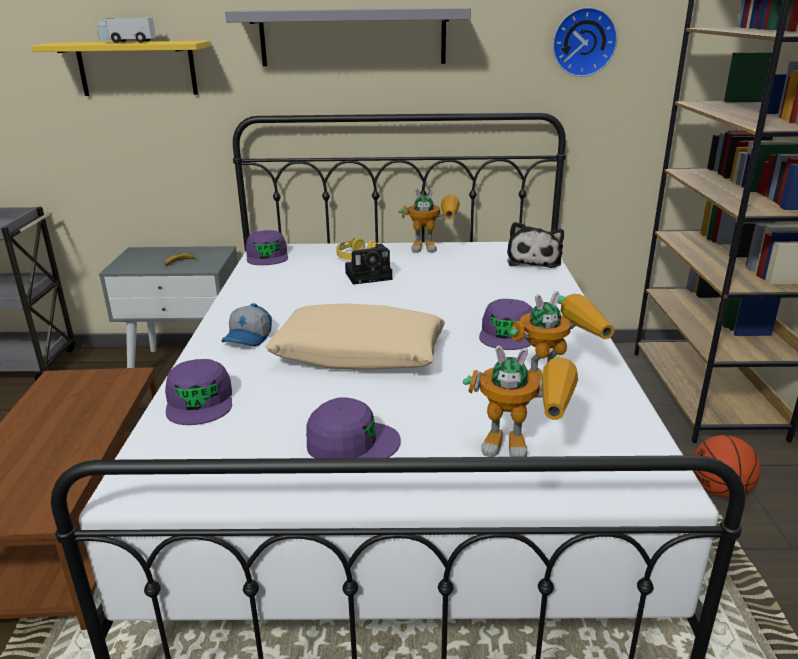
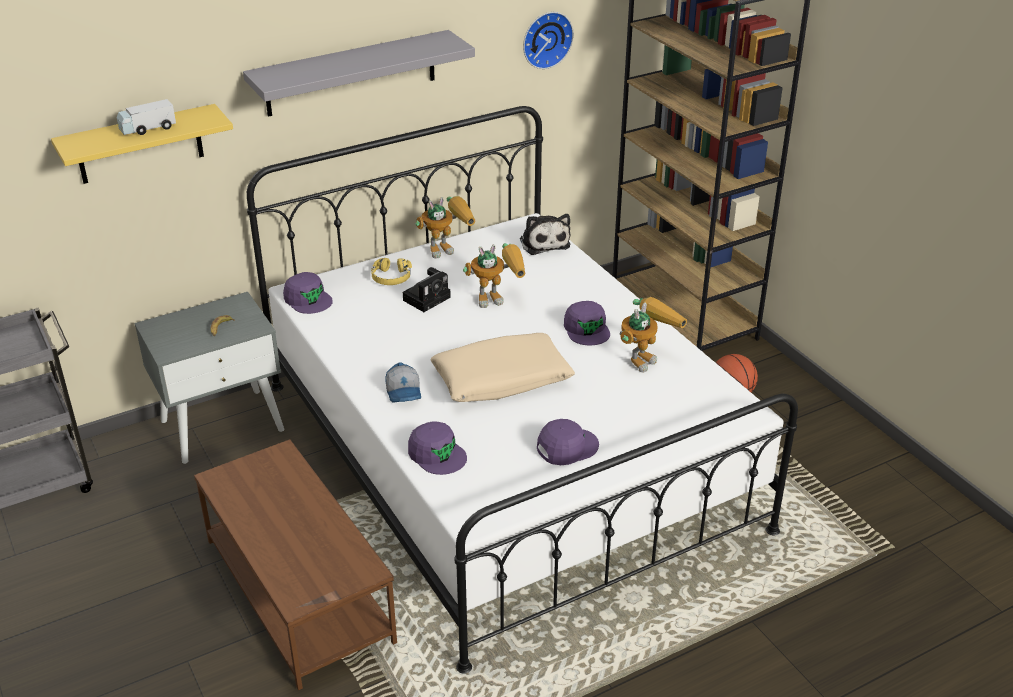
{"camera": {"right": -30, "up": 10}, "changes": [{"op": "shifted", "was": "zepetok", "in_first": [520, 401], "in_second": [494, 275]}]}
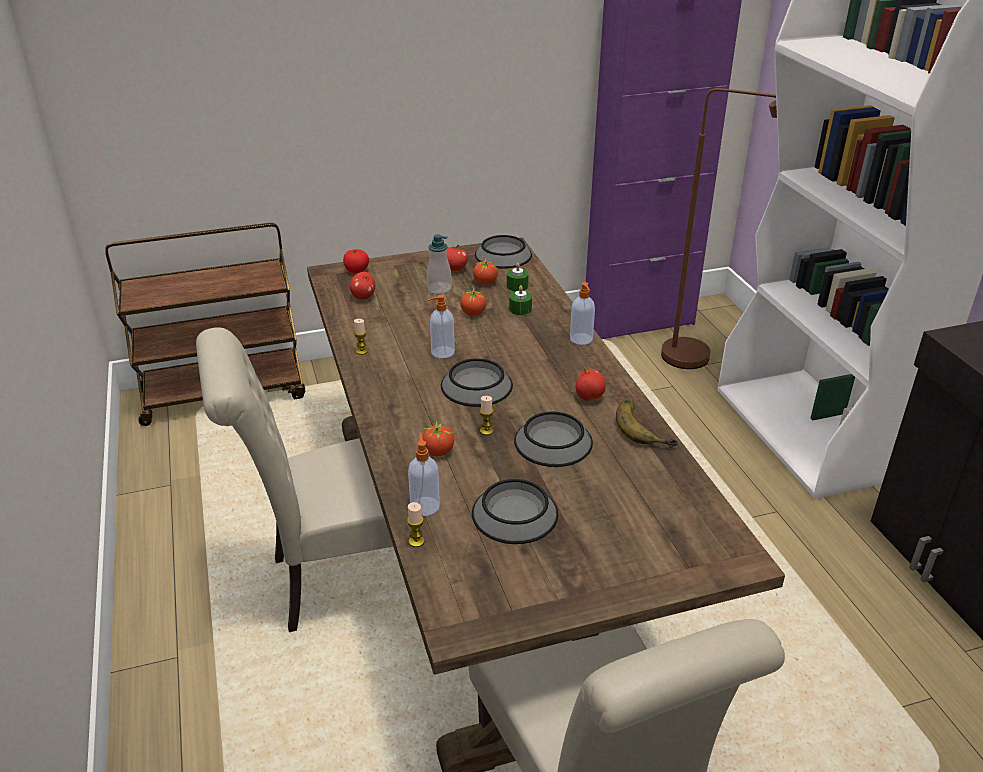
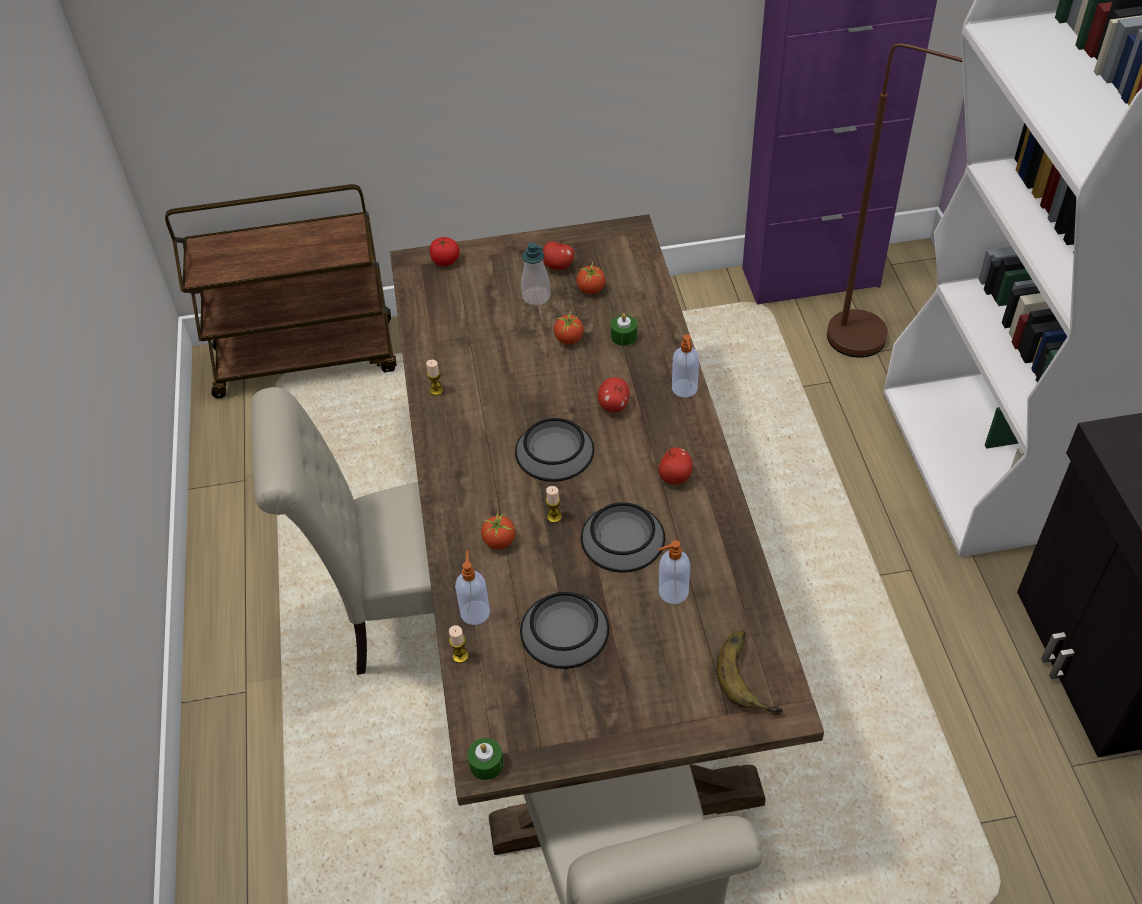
{"camera": {"right": 10, "up": 15}, "changes": [{"op": "gone", "was": "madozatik", "in_first": [503, 251]}, {"op": "shifted", "was": "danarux", "in_first": [362, 286], "in_second": [613, 394]}, {"op": "shifted", "was": "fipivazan", "in_first": [441, 326], "in_second": [674, 572]}, {"op": "shifted", "was": "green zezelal", "in_first": [518, 277], "in_second": [485, 759]}, {"op": "shifted", "was": "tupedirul", "in_first": [647, 423], "in_second": [750, 673]}]}
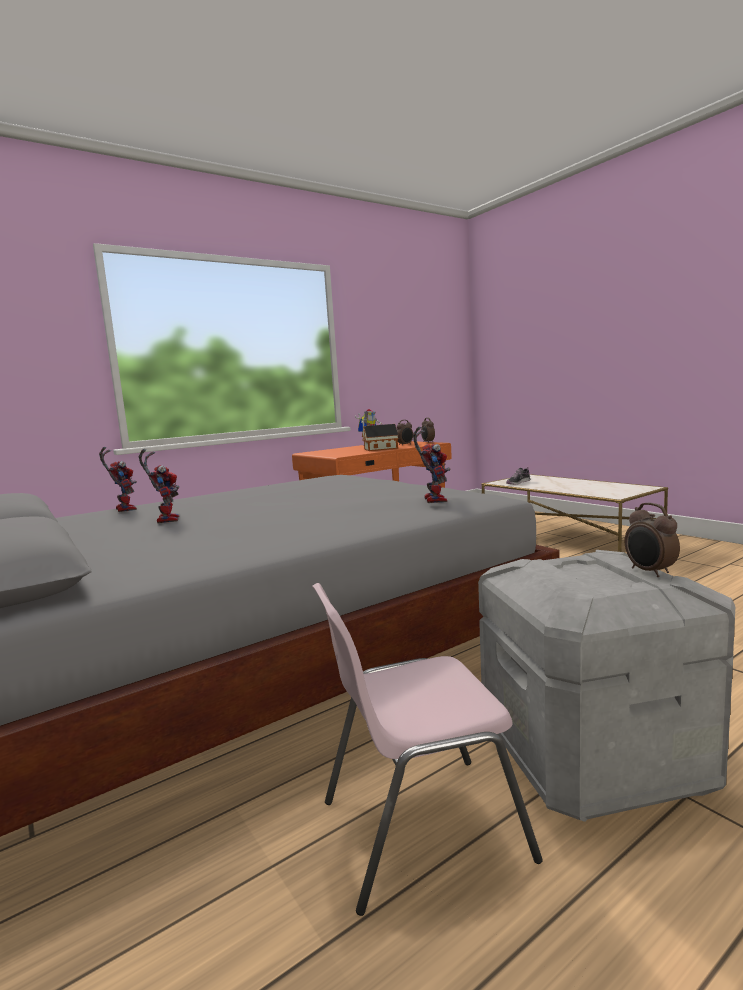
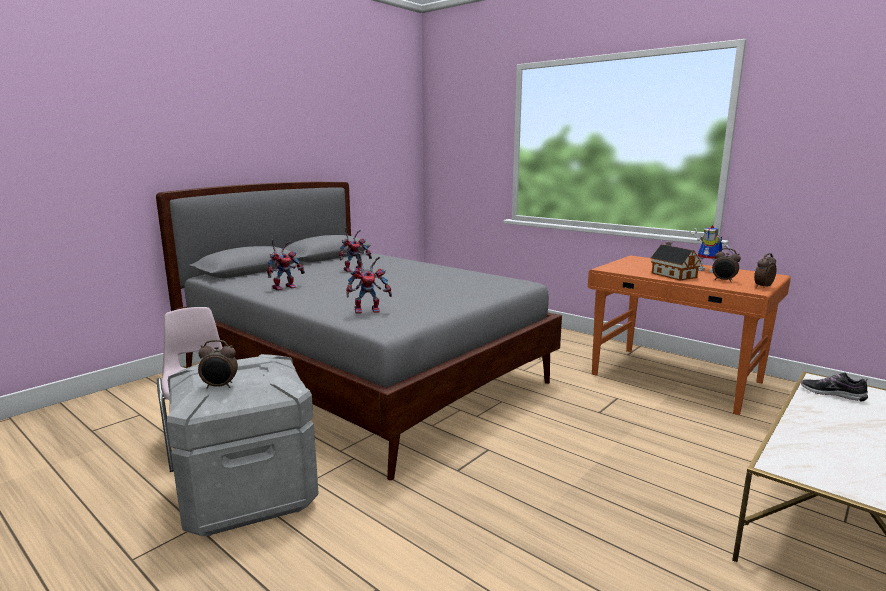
{"camera": {"right": 75, "up": 5}, "changes": [{"op": "shifted", "was": "zepetok", "in_first": [118, 479], "in_second": [286, 265]}, {"op": "rotated", "was": "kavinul", "in_first": [652, 539], "in_second": [218, 364], "clockwise": -150}]}
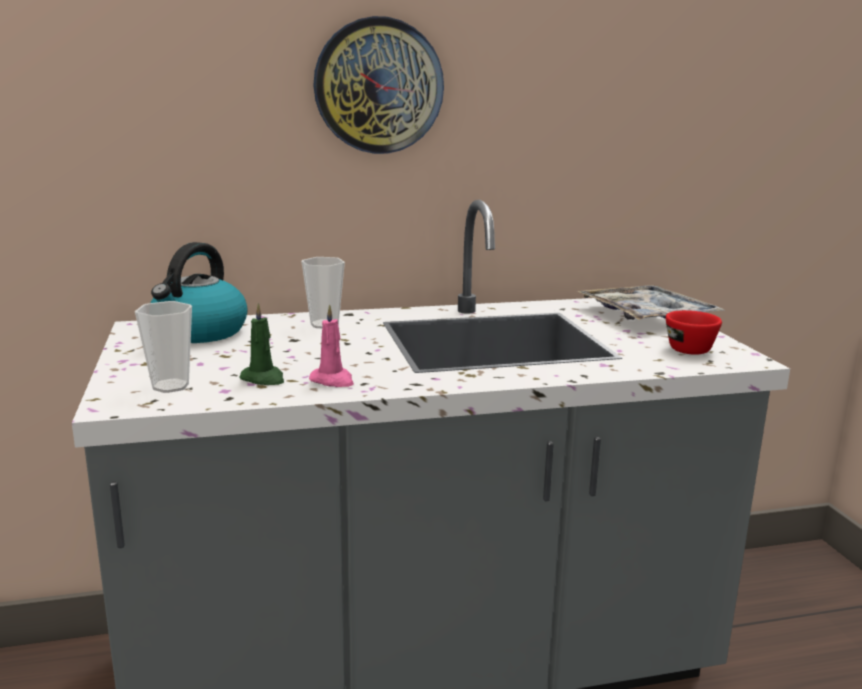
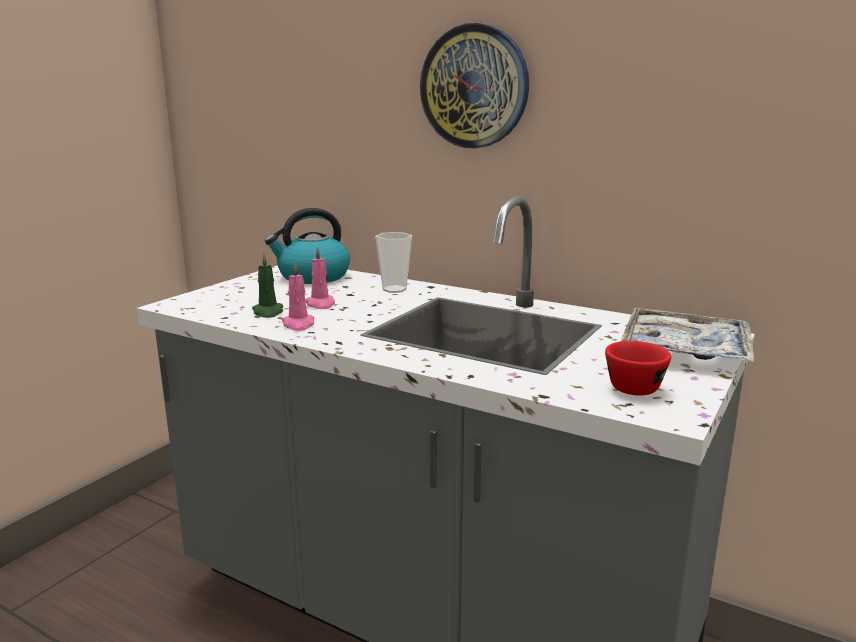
{"camera": {"right": 45, "up": 0}, "changes": [{"op": "gone", "was": "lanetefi", "in_first": [163, 347]}, {"op": "new", "now": "pink zezelal", "in_second": [320, 278]}]}
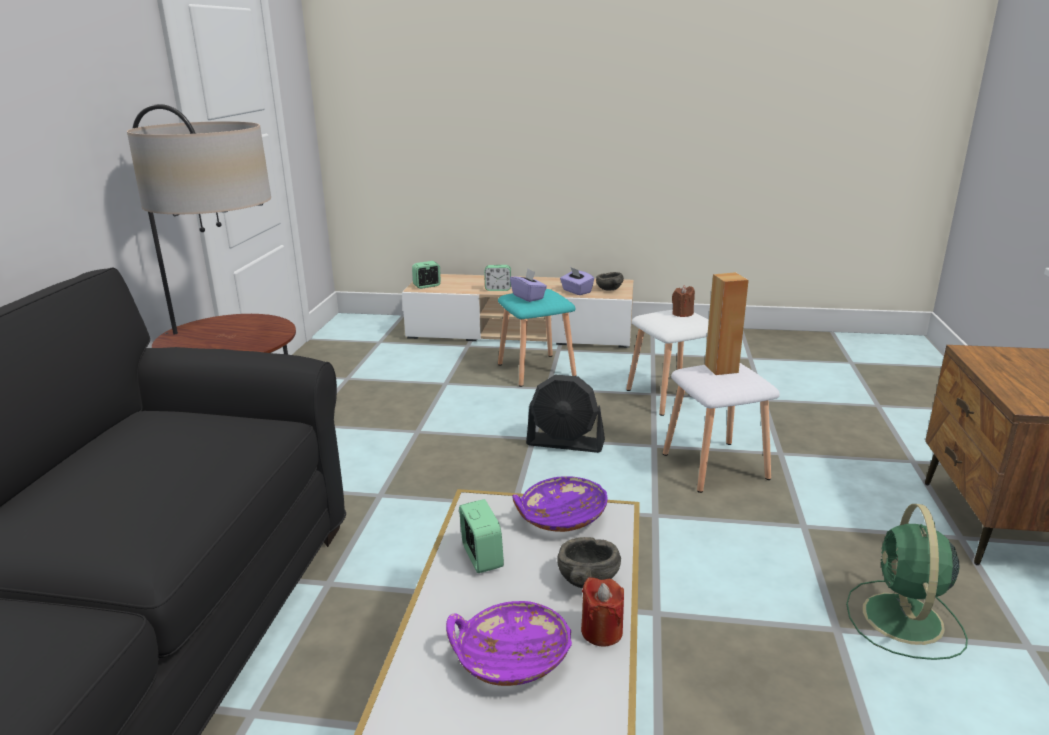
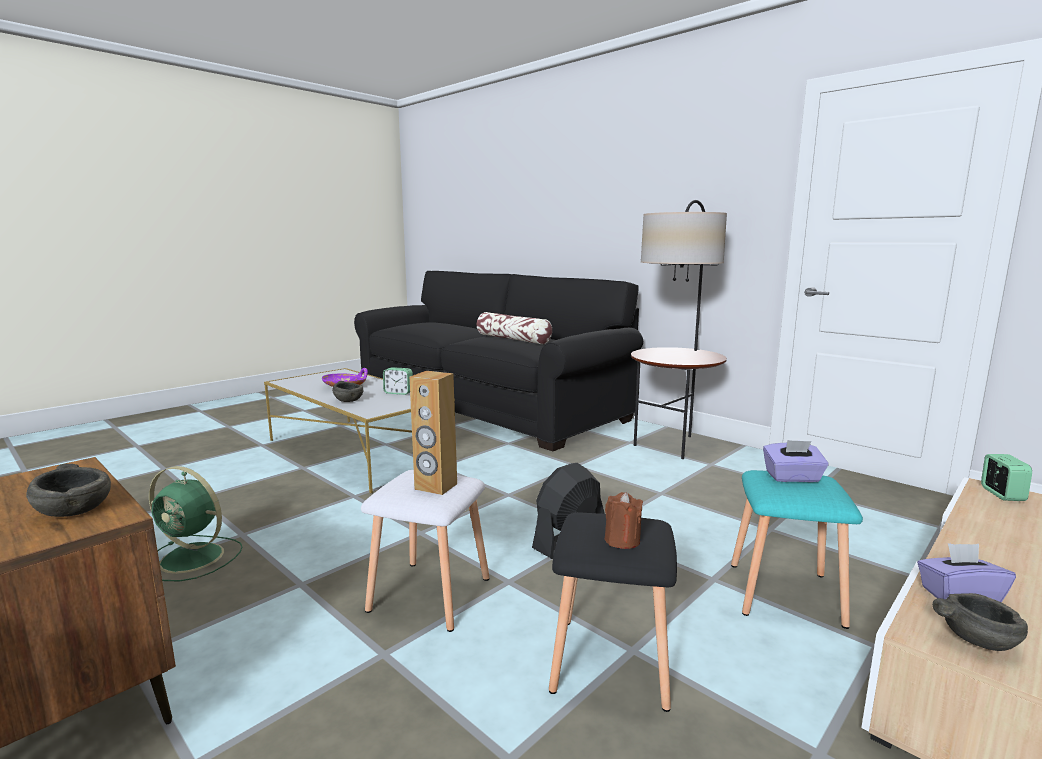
{"camera": {"right": 125, "up": -10}, "changes": [{"op": "gone", "was": "kavinul", "in_first": [497, 278]}, {"op": "gone", "was": "purple madozatik", "in_first": [560, 504]}, {"op": "gone", "was": "red zezelal", "in_first": [602, 612]}, {"op": "new", "now": "grey madozatik", "in_second": [68, 490]}, {"op": "new", "now": "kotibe", "in_second": [514, 328]}, {"op": "repainted", "was": "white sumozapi", "now": "black sumozapi", "in_first": [667, 363], "in_second": [613, 612]}, {"op": "rotated", "was": "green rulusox", "in_first": [907, 582], "in_second": [195, 523], "clockwise": 150}]}
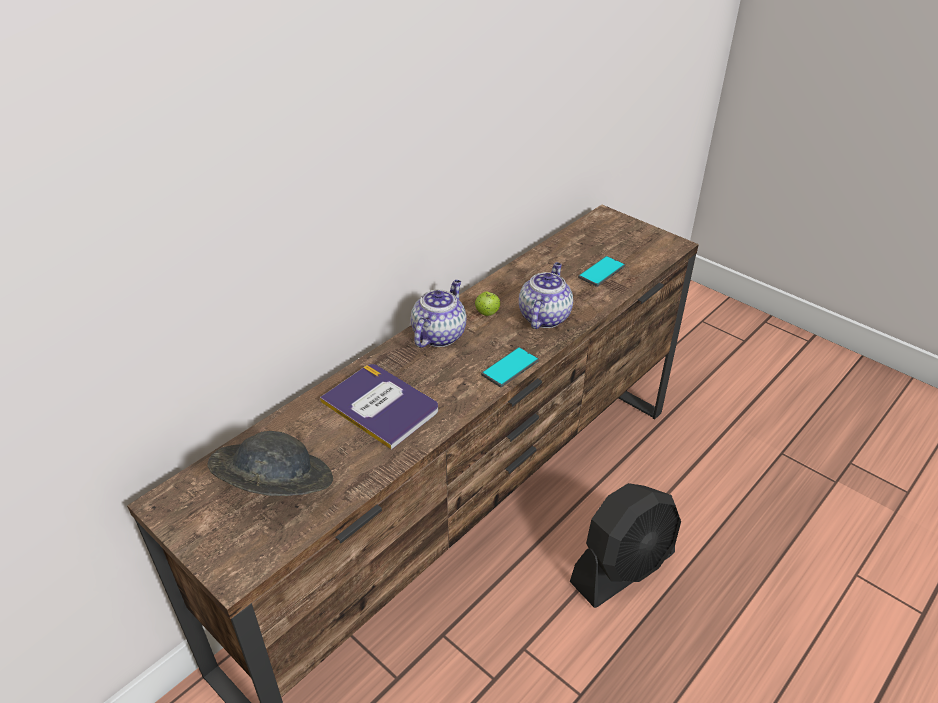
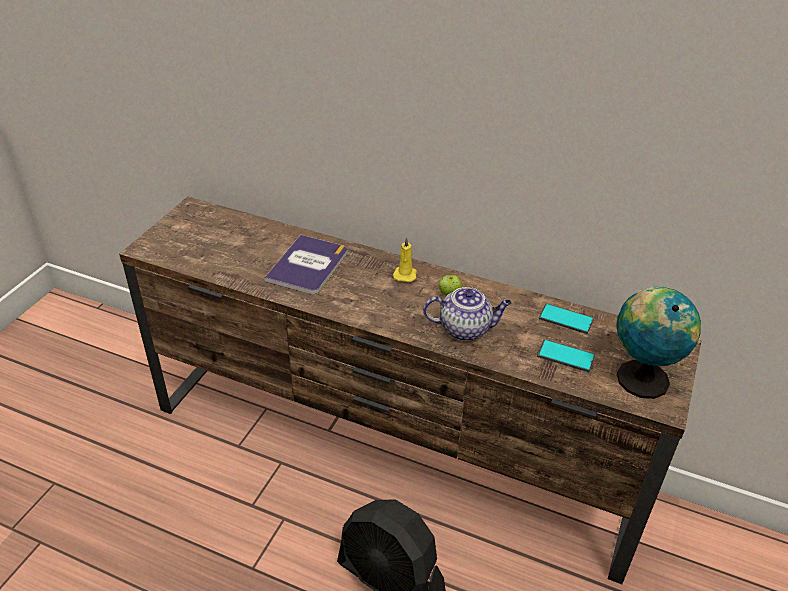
{"camera": {"right": 70, "up": 0}, "changes": [{"op": "gone", "was": "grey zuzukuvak", "in_first": [270, 463]}, {"op": "new", "now": "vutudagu", "in_second": [659, 342]}, {"op": "shifted", "was": "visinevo", "in_first": [510, 367], "in_second": [566, 318]}, {"op": "swapped", "was": "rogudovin", "now": "yellow zezelal", "in_first": [439, 314], "in_second": [405, 259]}]}
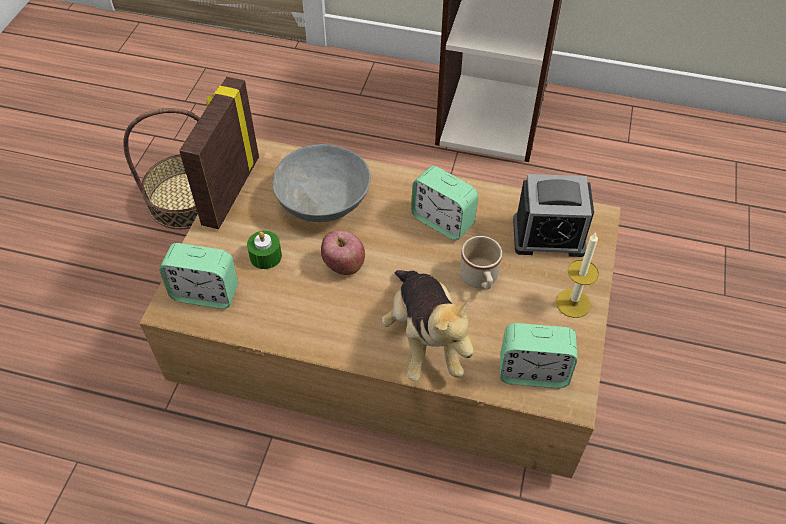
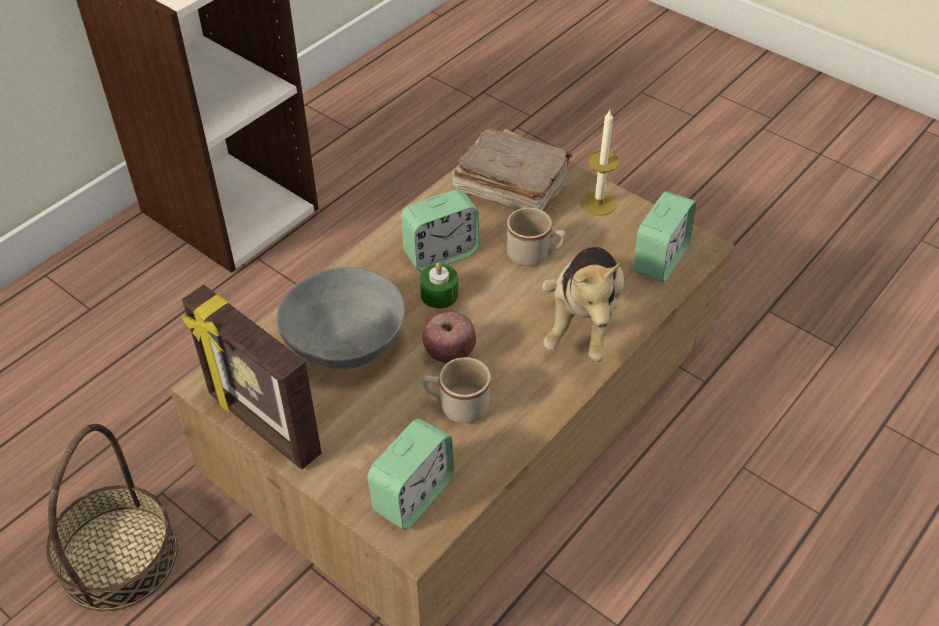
{"camera": {"right": -65, "up": -5}, "changes": [{"op": "new", "now": "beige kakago", "in_second": [457, 390]}, {"op": "shifted", "was": "green zezelal", "in_first": [264, 250], "in_second": [439, 285]}, {"op": "swapped", "was": "kavinul", "now": "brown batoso", "in_first": [553, 215], "in_second": [512, 169]}, {"op": "rotated", "was": "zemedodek", "in_first": [427, 326], "in_second": [583, 304], "clockwise": 90}]}
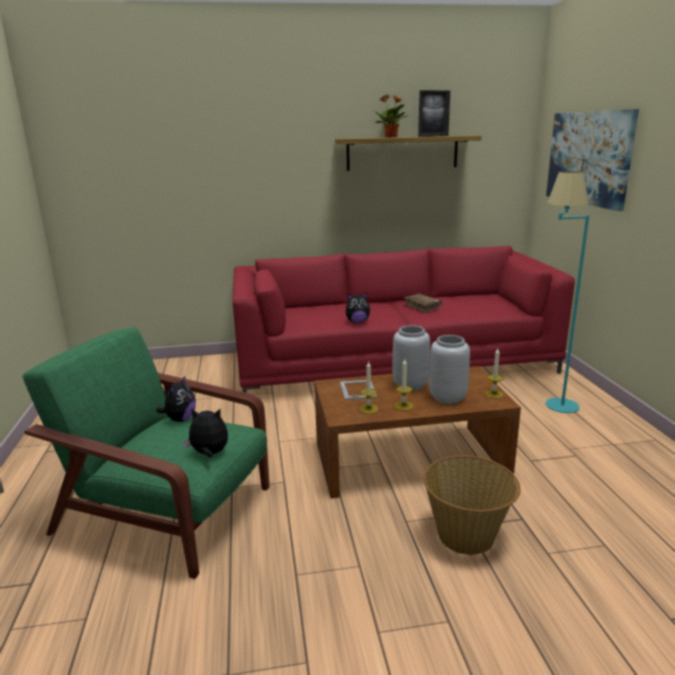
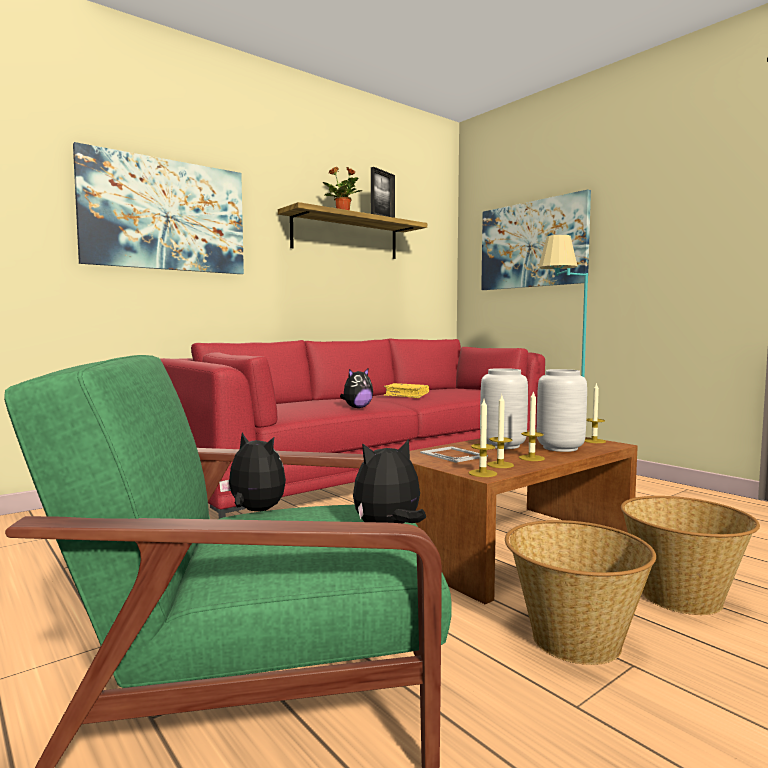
{"camera": {"right": -30, "up": -15}, "changes": [{"op": "new", "now": "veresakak", "in_second": [158, 208]}, {"op": "new", "now": "zezelal", "in_second": [483, 438]}, {"op": "new", "now": "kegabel", "in_second": [580, 592]}, {"op": "repainted", "was": "brown batoso", "now": "yellow batoso", "in_first": [423, 303], "in_second": [406, 390]}, {"op": "rotated", "was": "zemedodek", "in_first": [176, 399], "in_second": [252, 472], "clockwise": -45}]}
